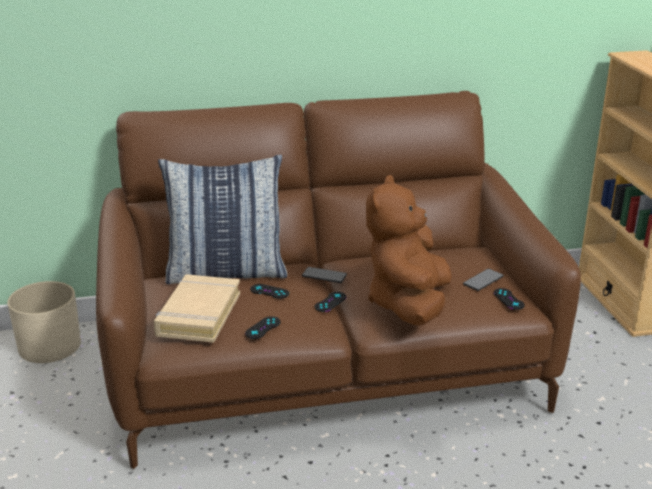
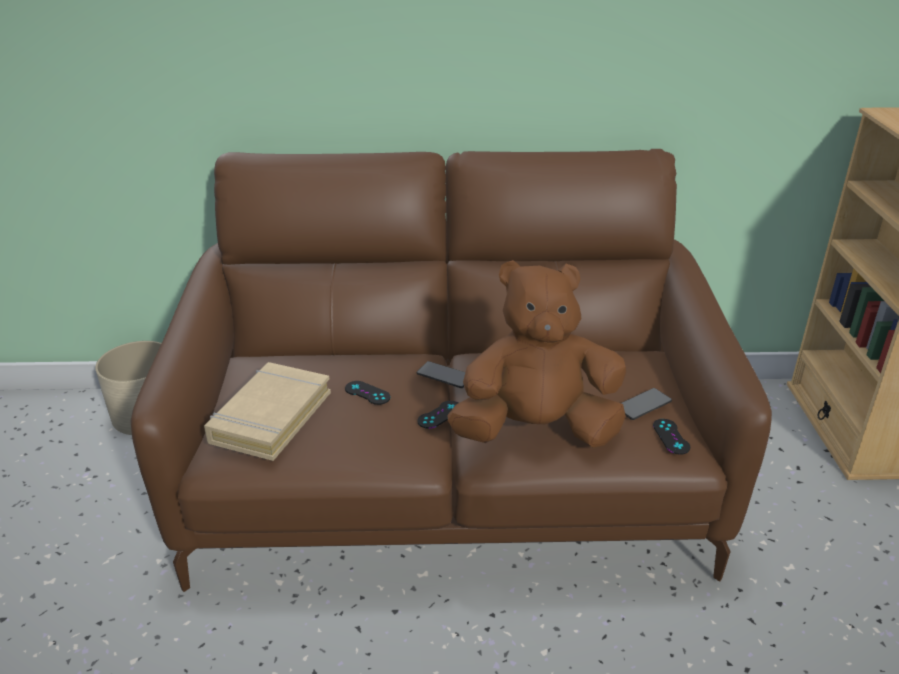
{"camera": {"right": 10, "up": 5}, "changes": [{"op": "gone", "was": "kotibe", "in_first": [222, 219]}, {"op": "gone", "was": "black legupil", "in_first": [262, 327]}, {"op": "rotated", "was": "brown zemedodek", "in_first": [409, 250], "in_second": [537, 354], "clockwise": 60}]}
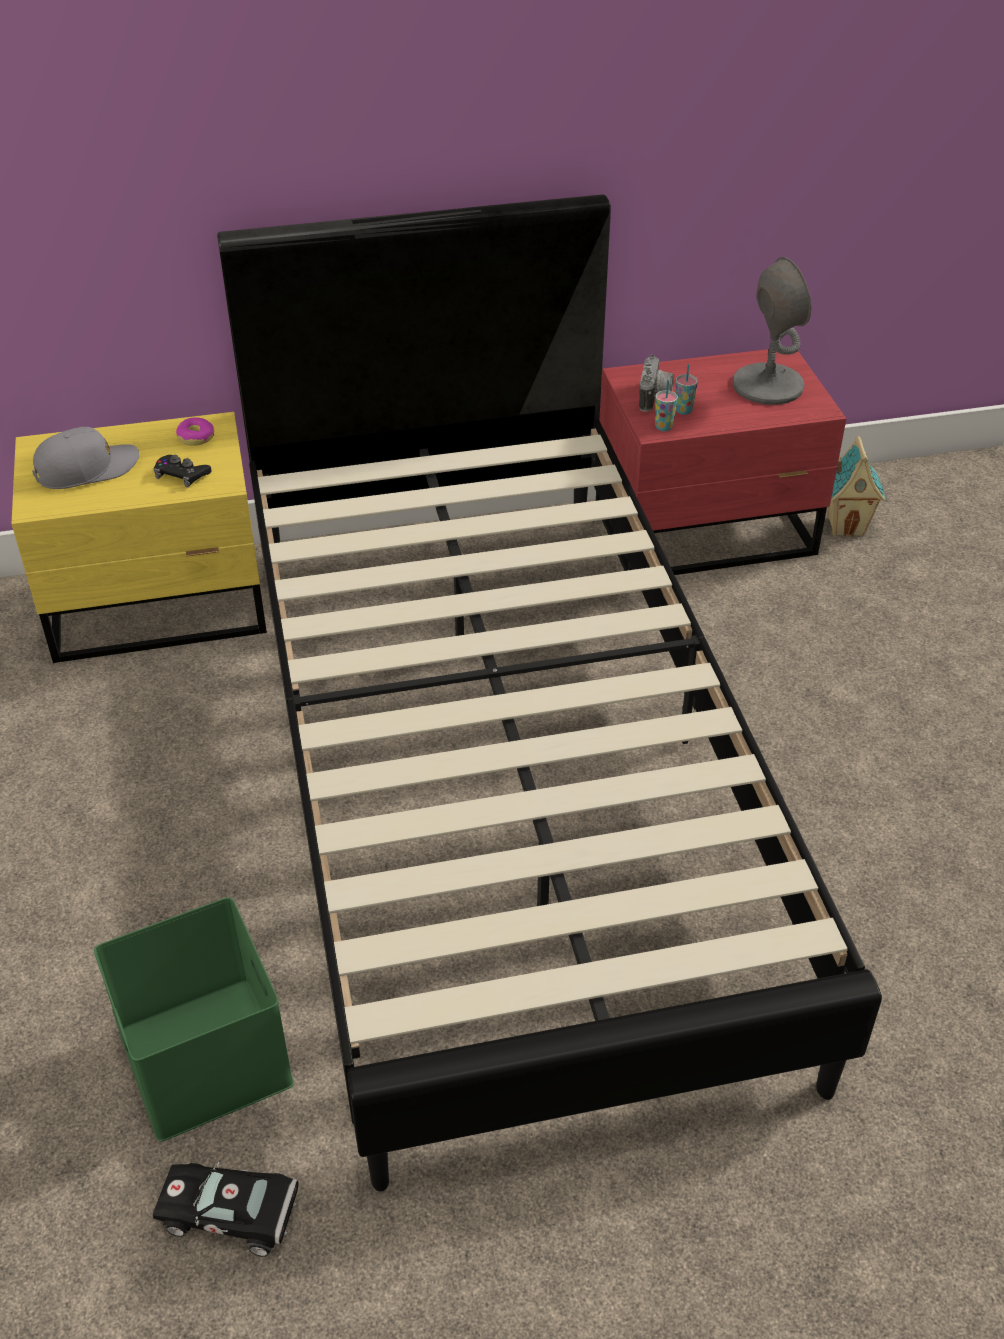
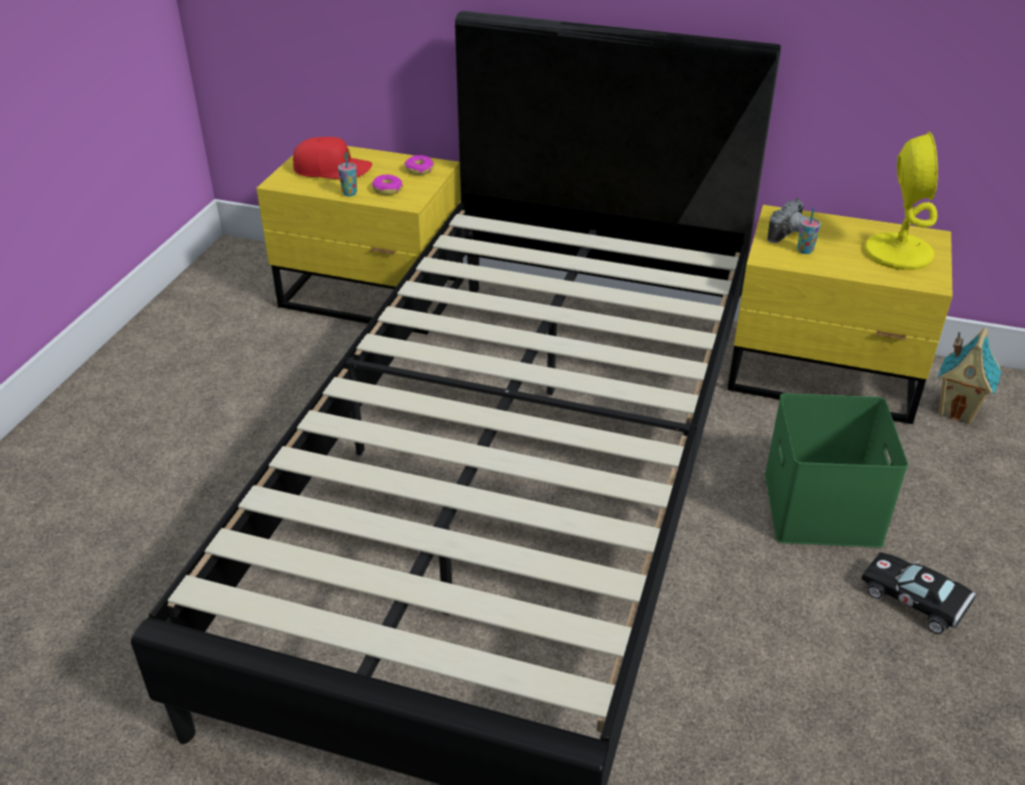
{"camera": {"right": 30, "up": -5}, "changes": [{"op": "shifted", "was": "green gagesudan", "in_first": [194, 1019], "in_second": [836, 470]}, {"op": "shifted", "was": "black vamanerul", "in_first": [226, 1209], "in_second": [919, 593]}, {"op": "shifted", "was": "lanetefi", "in_first": [666, 405], "in_second": [347, 174]}, {"op": "swapped", "was": "black legupil", "now": "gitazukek", "in_first": [182, 471], "in_second": [387, 185]}, {"op": "repainted", "was": "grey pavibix", "now": "red pavibix", "in_first": [85, 458], "in_second": [332, 158]}, {"op": "repainted", "was": "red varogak", "now": "yellow varogak", "in_first": [721, 462], "in_second": [840, 314]}, {"op": "repainted", "was": "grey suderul", "now": "yellow suderul", "in_first": [772, 331], "in_second": [901, 201]}]}
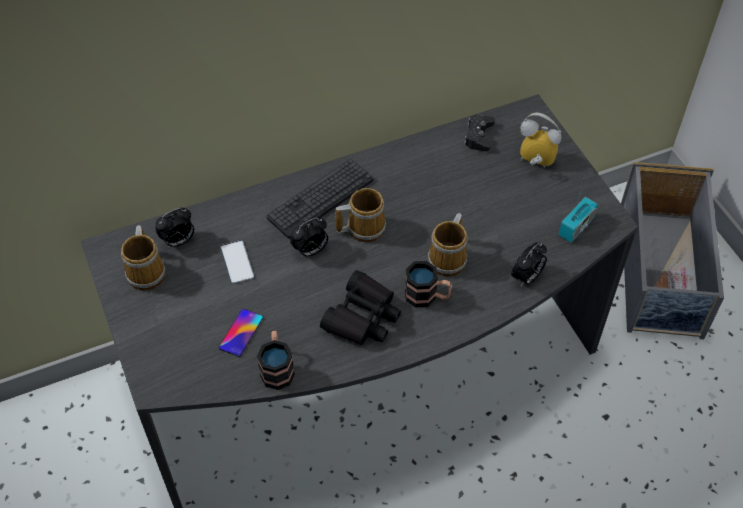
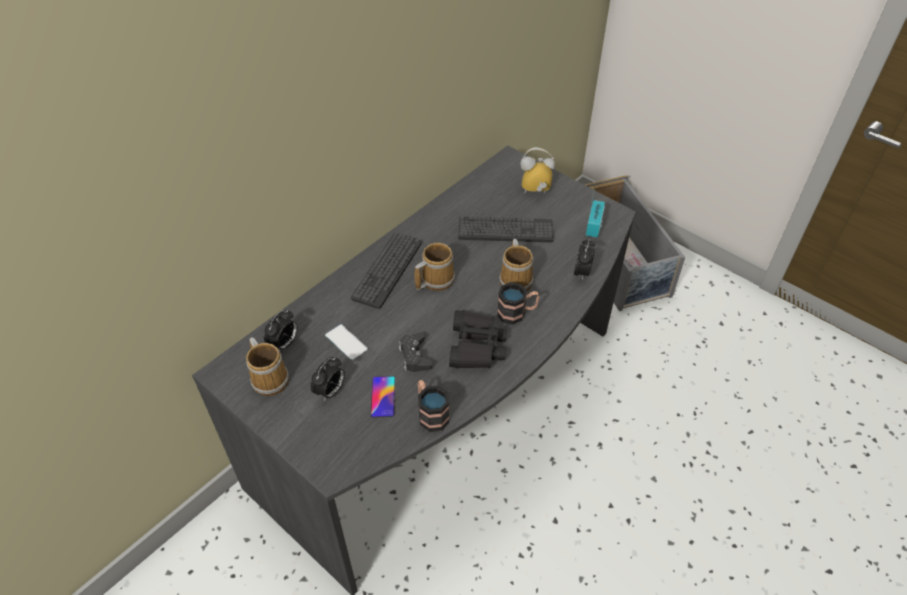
{"camera": {"right": -25, "up": -5}, "changes": [{"op": "new", "now": "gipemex", "in_second": [506, 230]}, {"op": "shifted", "was": "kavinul", "in_first": [309, 237], "in_second": [327, 379]}, {"op": "shifted", "was": "black legupil", "in_first": [479, 132], "in_second": [416, 352]}]}
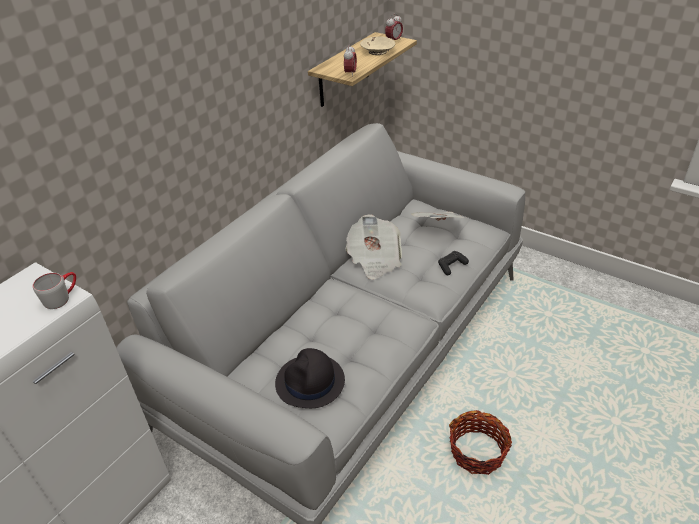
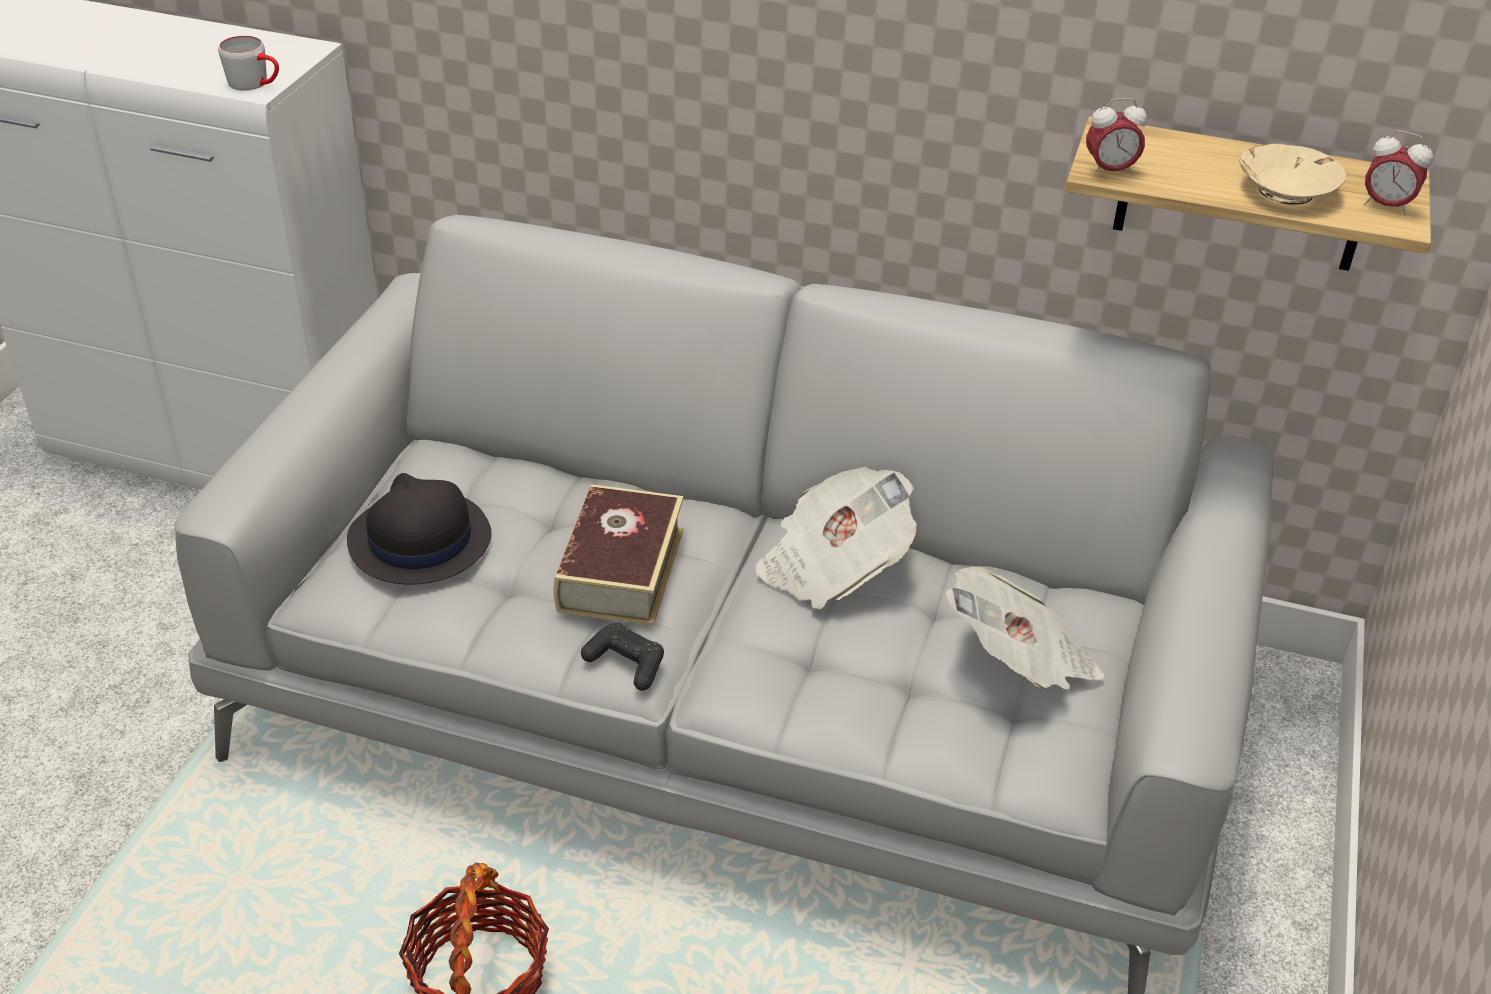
{"camera": {"right": 70, "up": 0}, "changes": [{"op": "new", "now": "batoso", "in_second": [618, 555]}, {"op": "shifted", "was": "black legupil", "in_first": [453, 263], "in_second": [622, 656]}]}
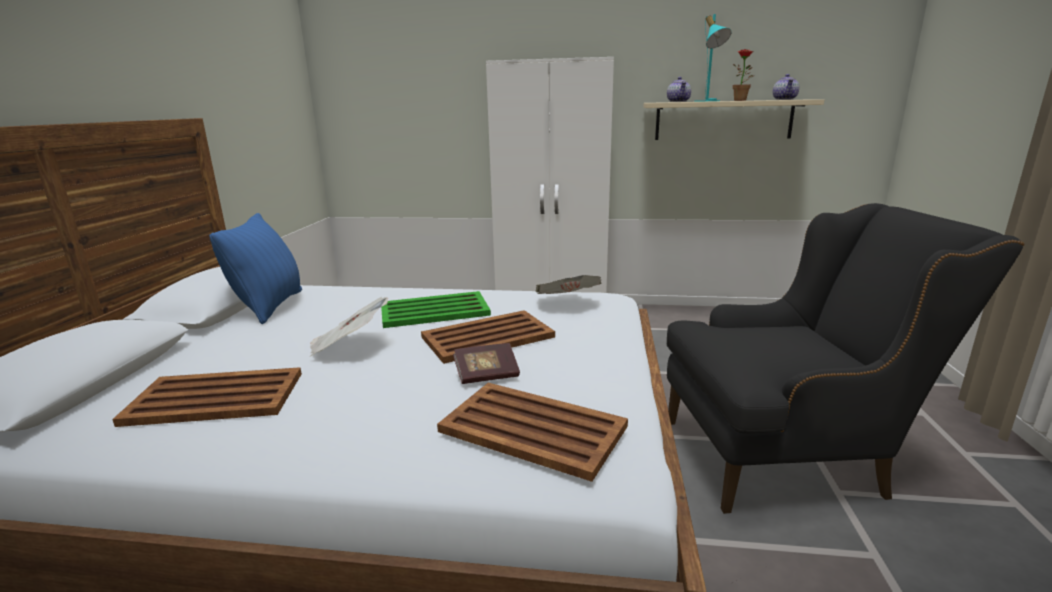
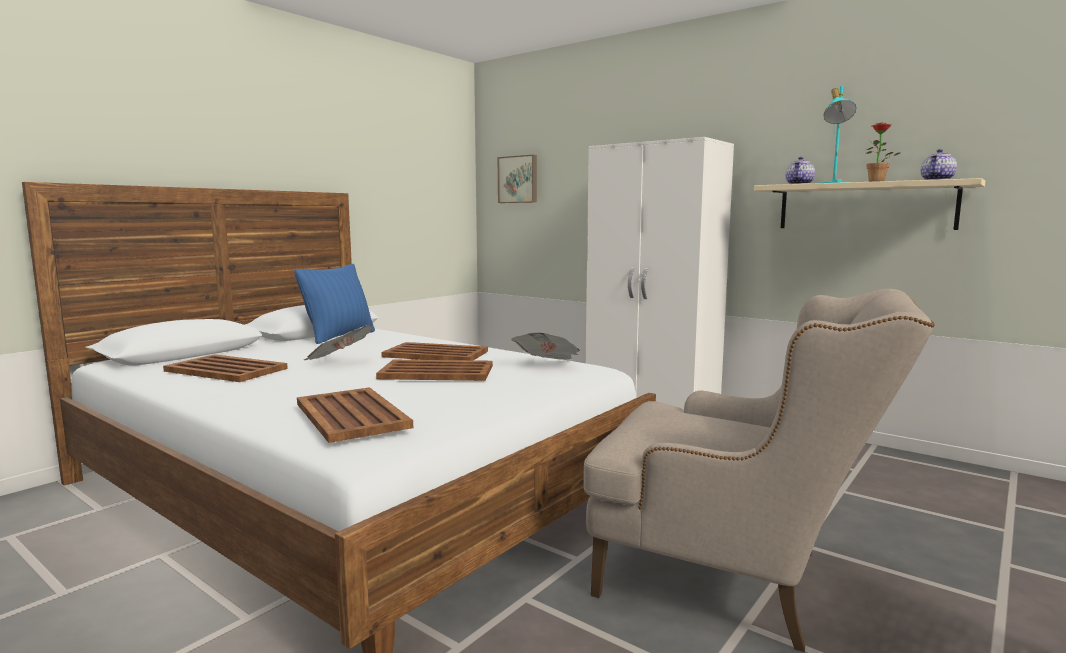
{"camera": {"right": 30, "up": -10}, "changes": [{"op": "gone", "was": "batoso", "in_first": [486, 363]}, {"op": "new", "now": "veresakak", "in_second": [517, 179]}, {"op": "repainted", "was": "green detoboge", "now": "brown detoboge", "in_first": [436, 309], "in_second": [434, 351]}, {"op": "repainted", "was": "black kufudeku", "now": "beige kufudeku", "in_first": [846, 358], "in_second": [759, 470]}]}
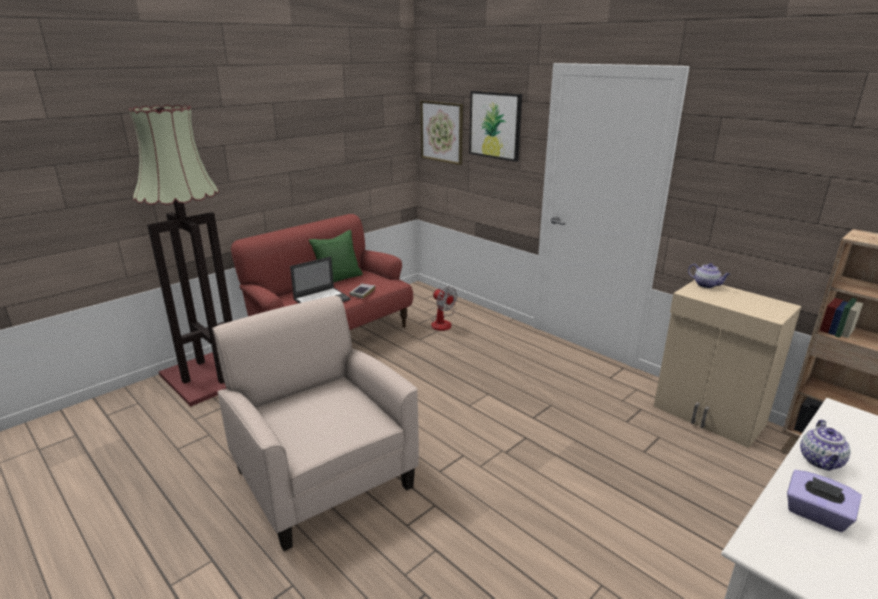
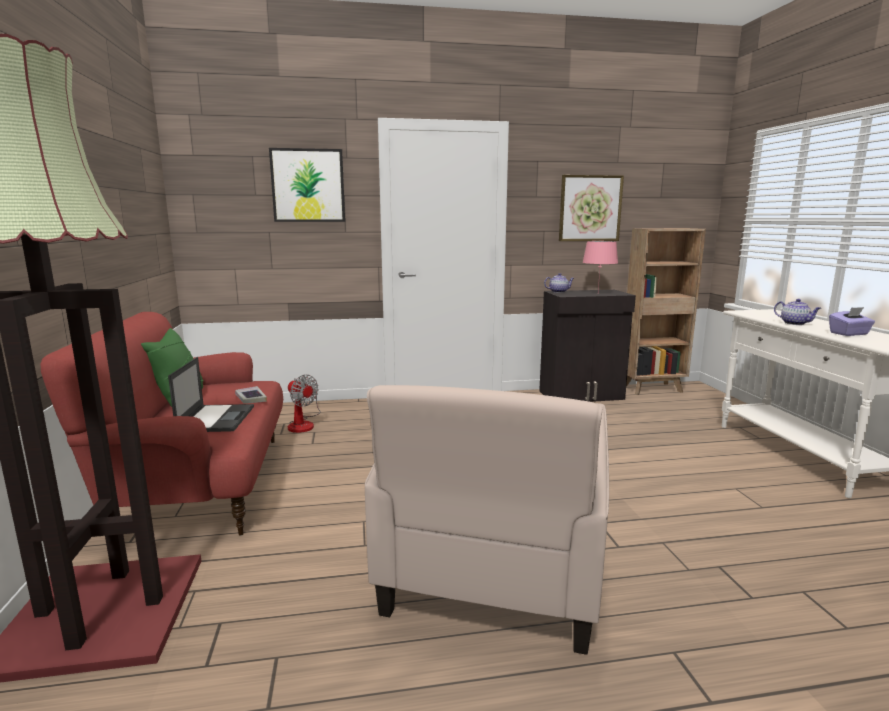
{"camera": {"right": -55, "up": -10}, "changes": [{"op": "new", "now": "pink suderul", "in_second": [600, 266]}, {"op": "shifted", "was": "veresakak", "in_first": [441, 133], "in_second": [591, 208]}, {"op": "repainted", "was": "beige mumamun", "now": "black mumamun", "in_first": [727, 364], "in_second": [587, 346]}, {"op": "rotated", "was": "beige kufudeku", "in_first": [315, 423], "in_second": [487, 520], "clockwise": -75}, {"op": "rotated", "was": "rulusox", "in_first": [444, 308], "in_second": [304, 404], "clockwise": 45}]}
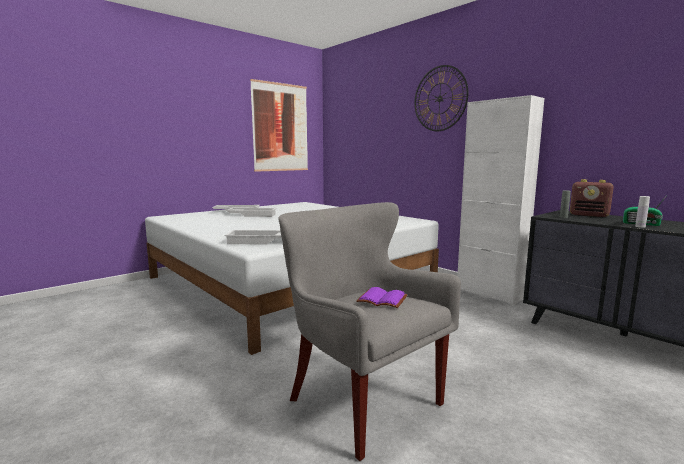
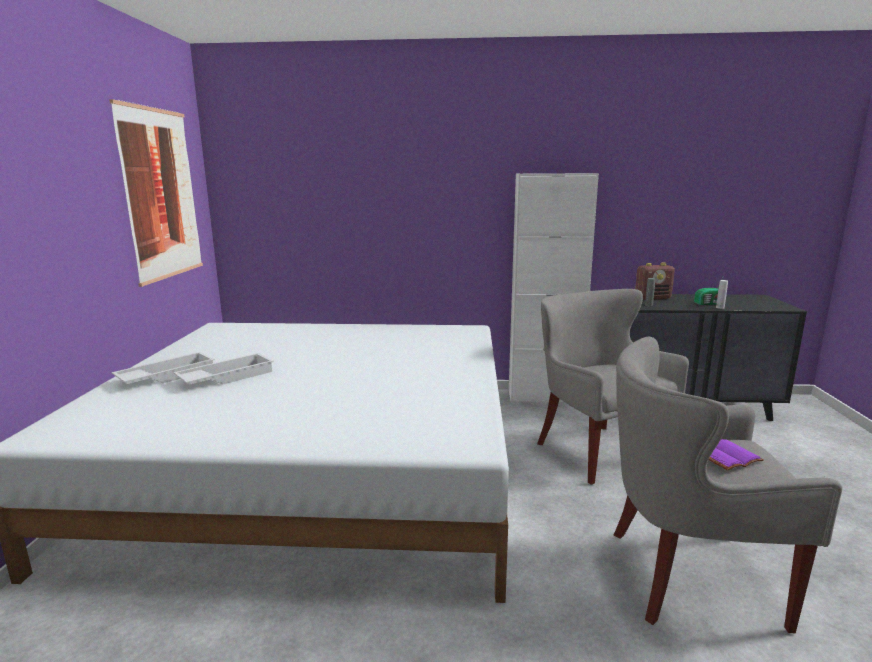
{"camera": {"right": -45, "up": 5}, "changes": [{"op": "gone", "was": "white detoboge", "in_first": [253, 237]}, {"op": "gone", "was": "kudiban", "in_first": [441, 98]}, {"op": "new", "now": "grey kufudeku", "in_second": [613, 387]}]}
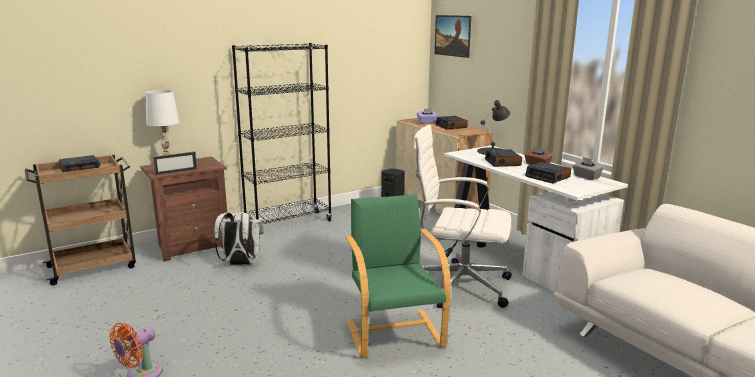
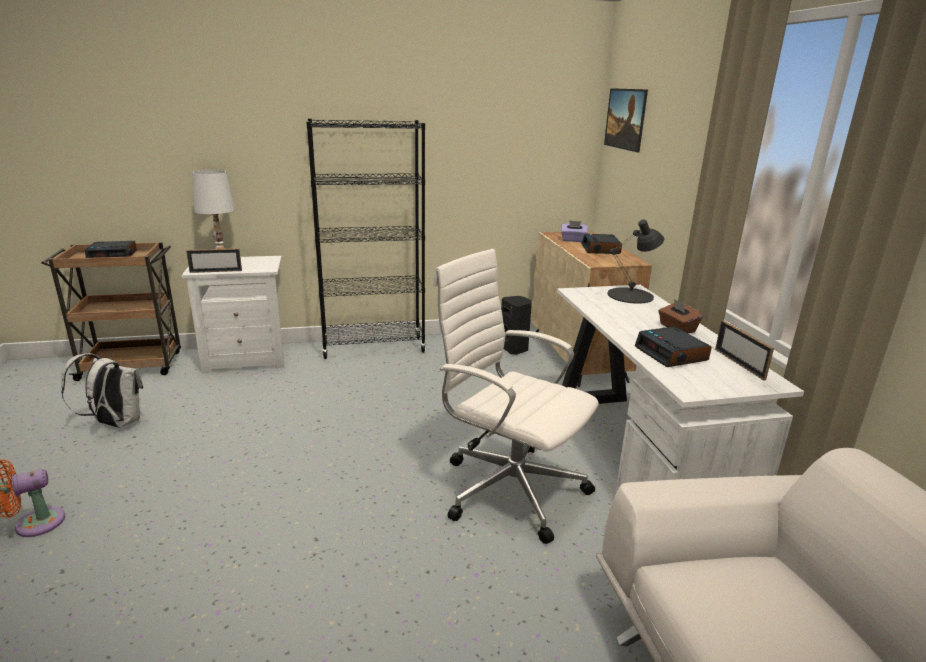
{"camera": {"right": 20, "up": 5}, "changes": [{"op": "gone", "was": "green kufudeku", "in_first": [398, 276]}, {"op": "gone", "was": "kavinul", "in_first": [503, 158]}, {"op": "shifted", "was": "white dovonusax", "in_first": [238, 238], "in_second": [102, 390]}, {"op": "swapped", "was": "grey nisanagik", "now": "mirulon", "in_first": [588, 168], "in_second": [744, 350]}, {"op": "repainted", "was": "brown varogak", "now": "white varogak", "in_first": [184, 209], "in_second": [233, 314]}]}
